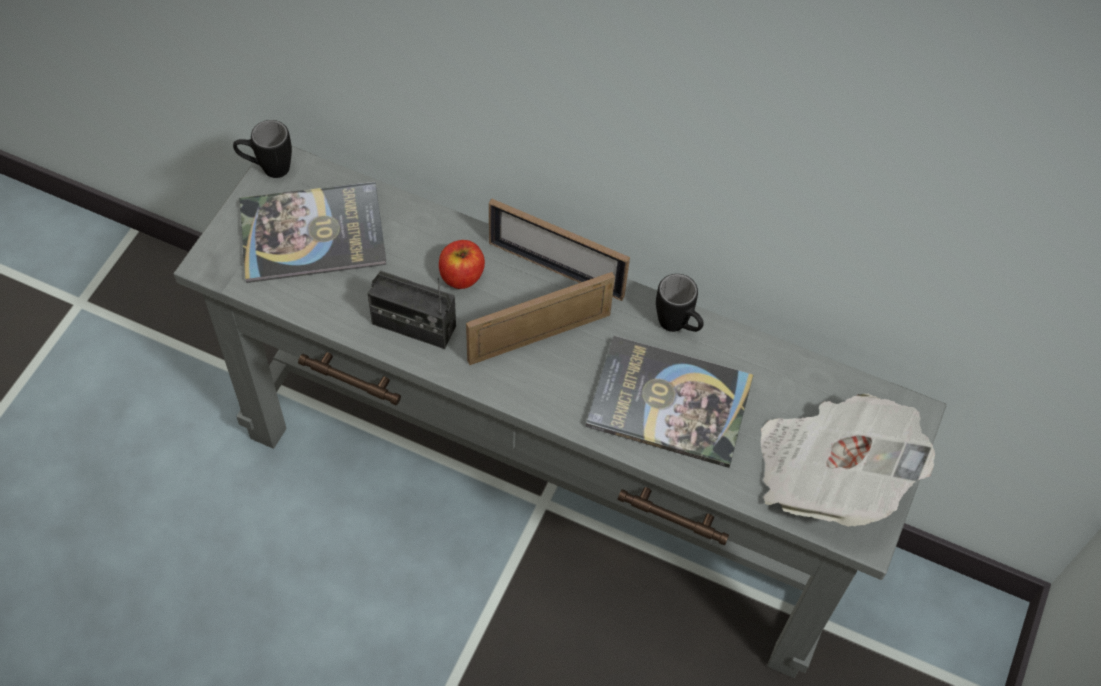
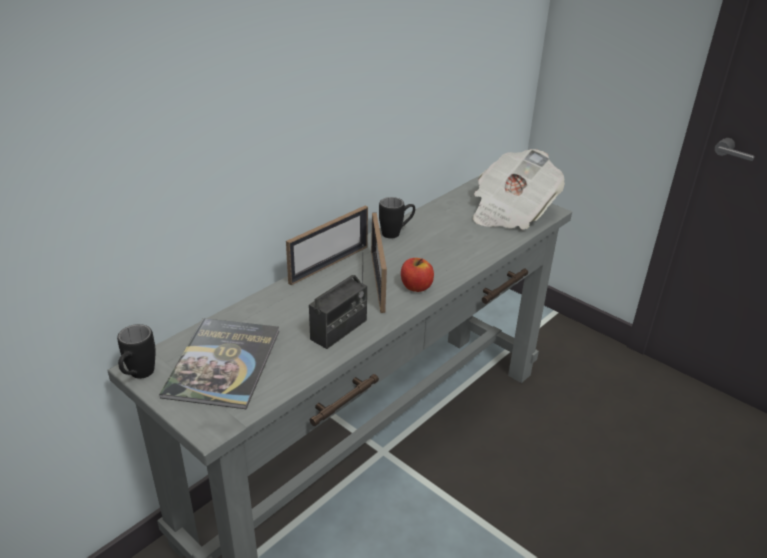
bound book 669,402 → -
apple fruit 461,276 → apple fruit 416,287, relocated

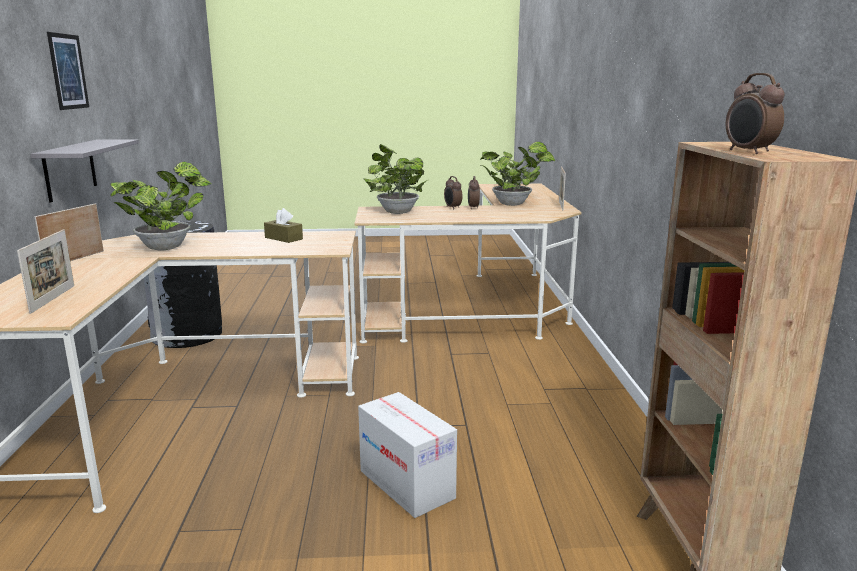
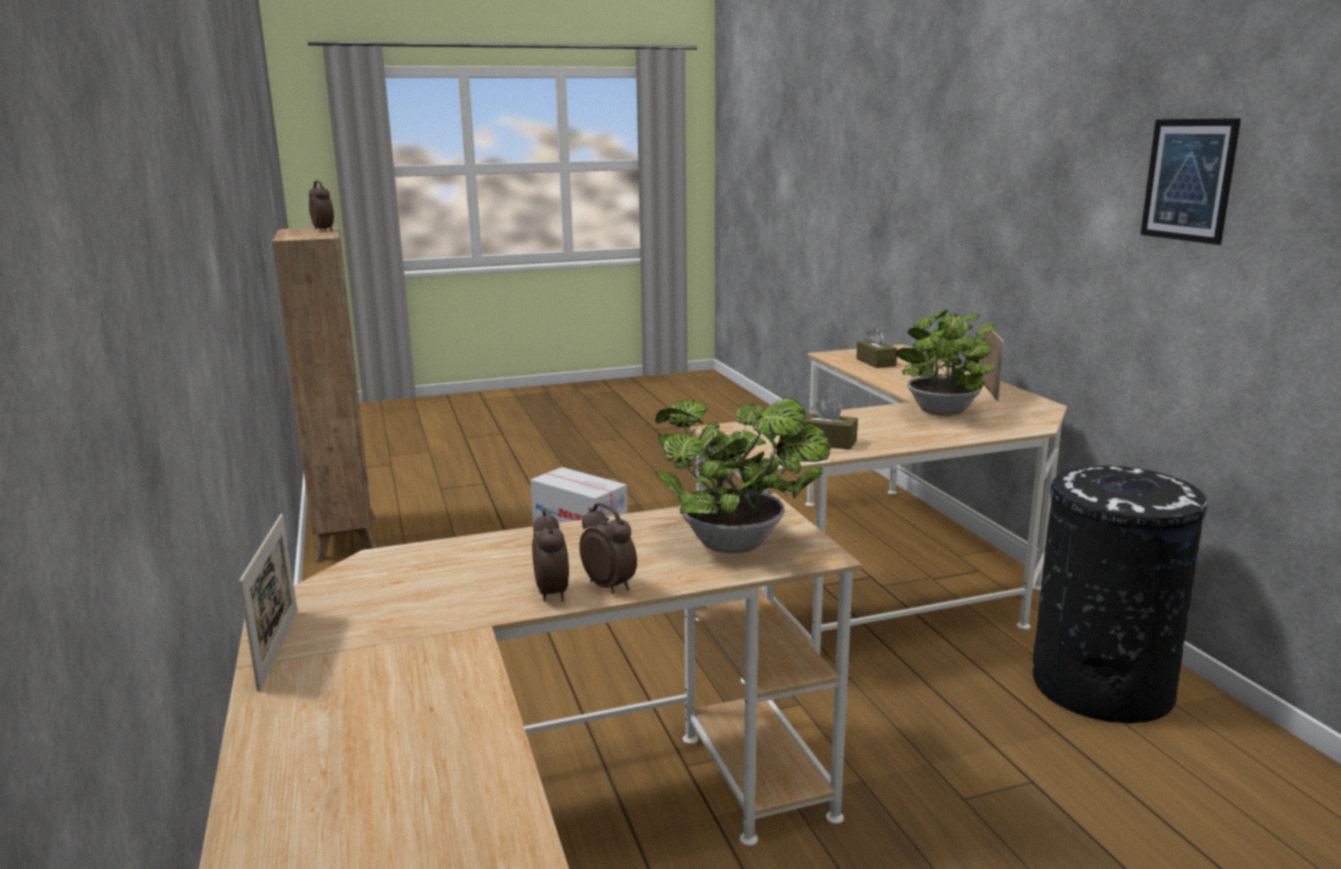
greyish shelf 70,169 → -
houseplant 514,204 → -
photo frame 53,299 → brown-coloured tissue holder 876,362

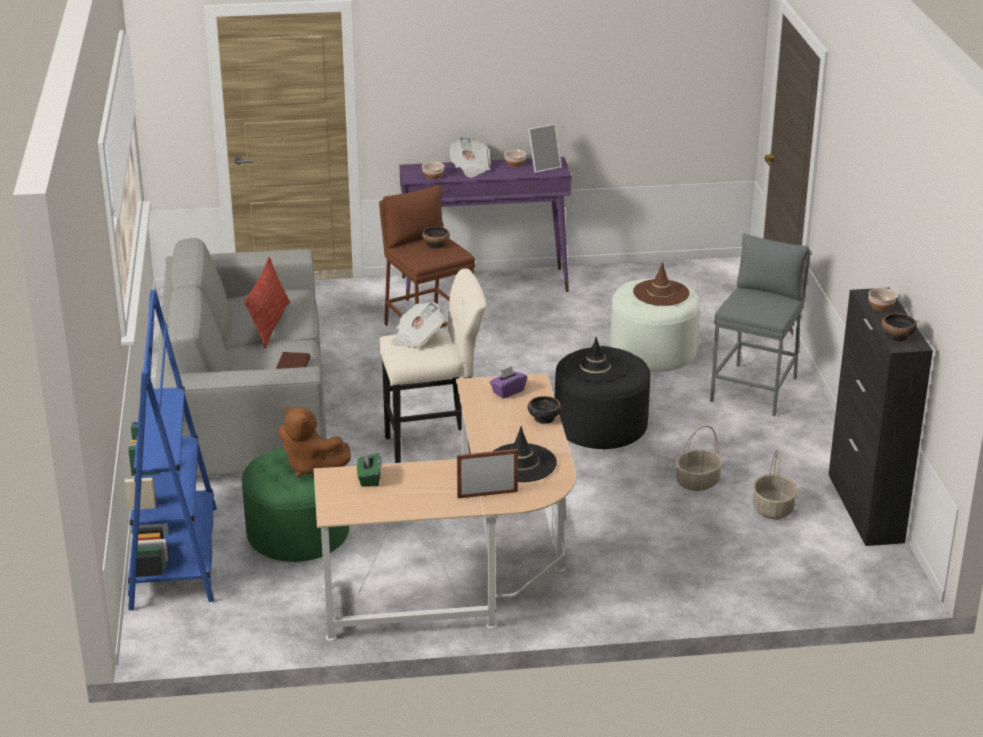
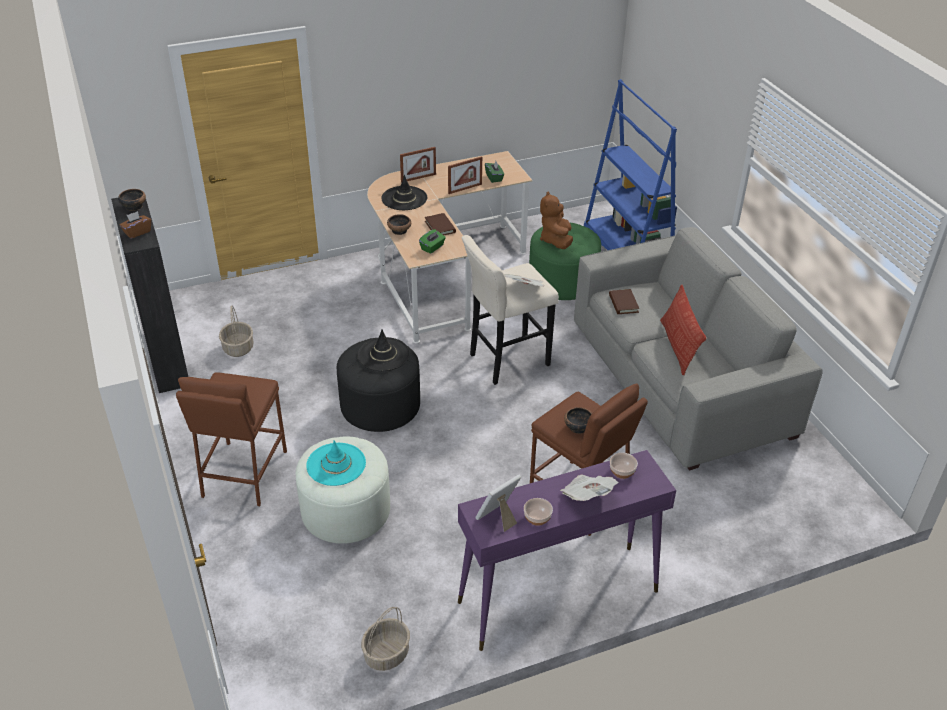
- → brown-coloured bound book 440,227
- → photo frame 465,189
household basket 697,482 → household basket 386,653, relocated
bowl 881,306 → brown-coloured tissue holder 137,232
purplish tissue holder 508,391 → greenish tissue holder 432,247
brown-coloured wearable hat 661,293 → blue-green wearable hat 336,464
greyish sitting stool 755,389 → brown-coloured sitting stool 243,473
brown-coloured soft toy 311,466 → brown-coloured soft toy 556,240, 105 degrees counterclockwise

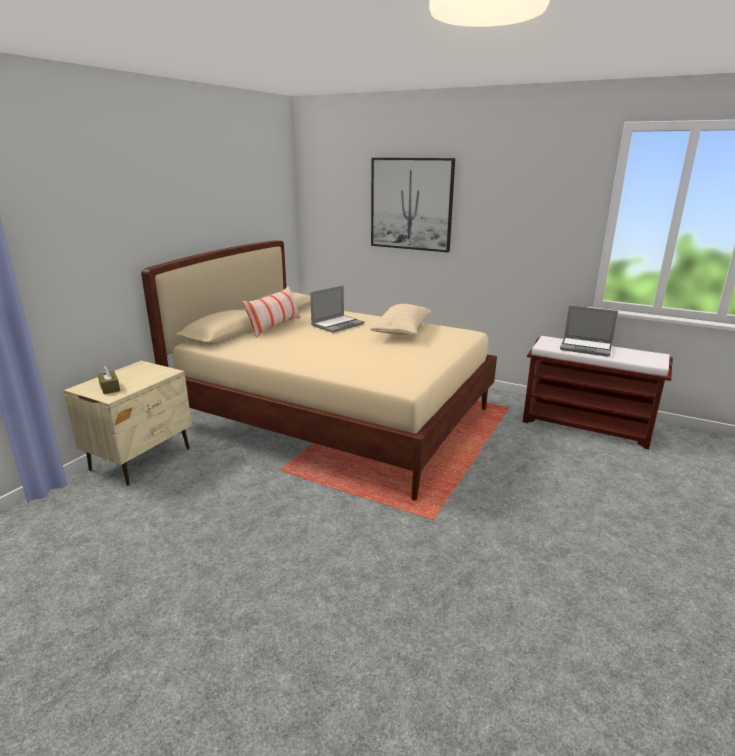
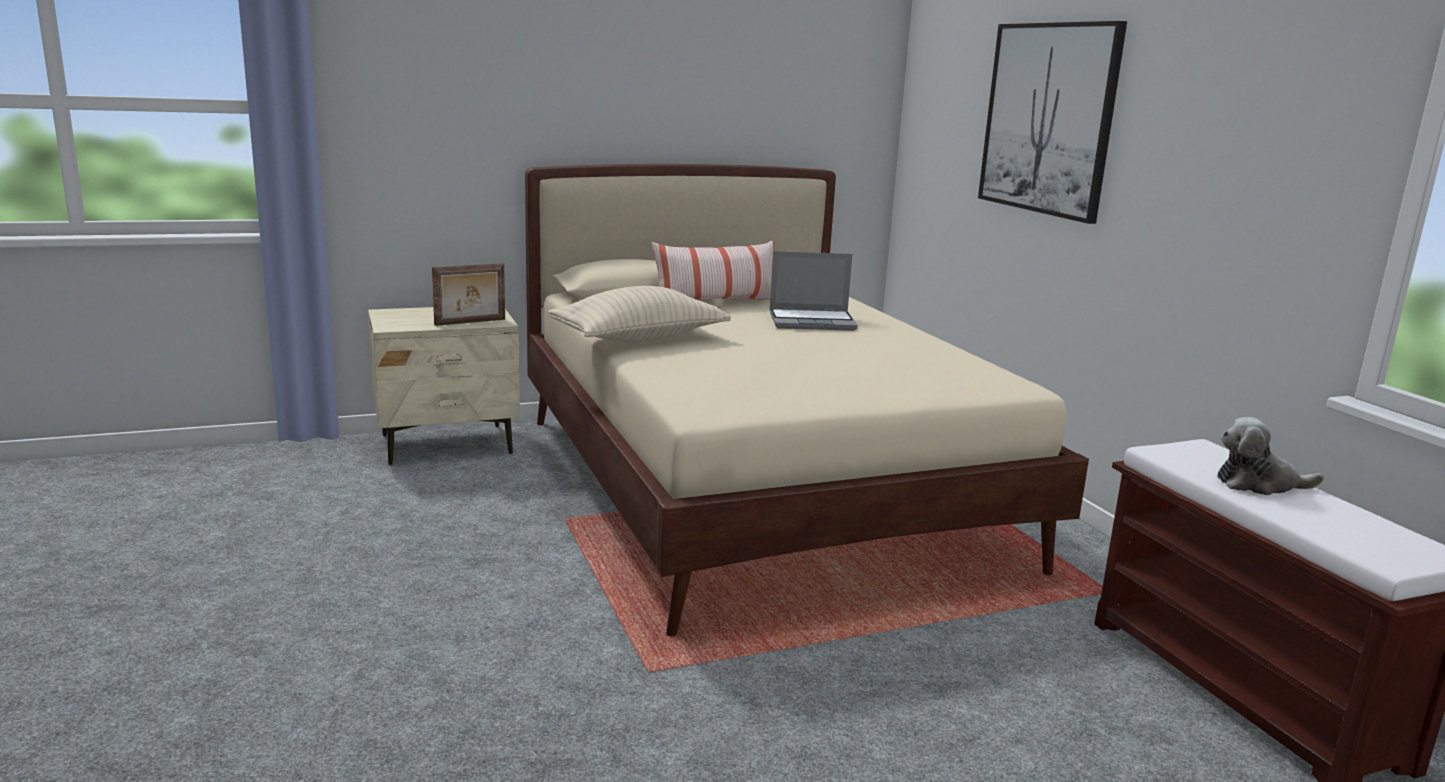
brown-coloured tissue holder 109,388 → -
- → photo frame 470,322
beige pillow 401,331 → beige pillow 639,339, relocated
laptop 586,348 → soft toy 1259,484

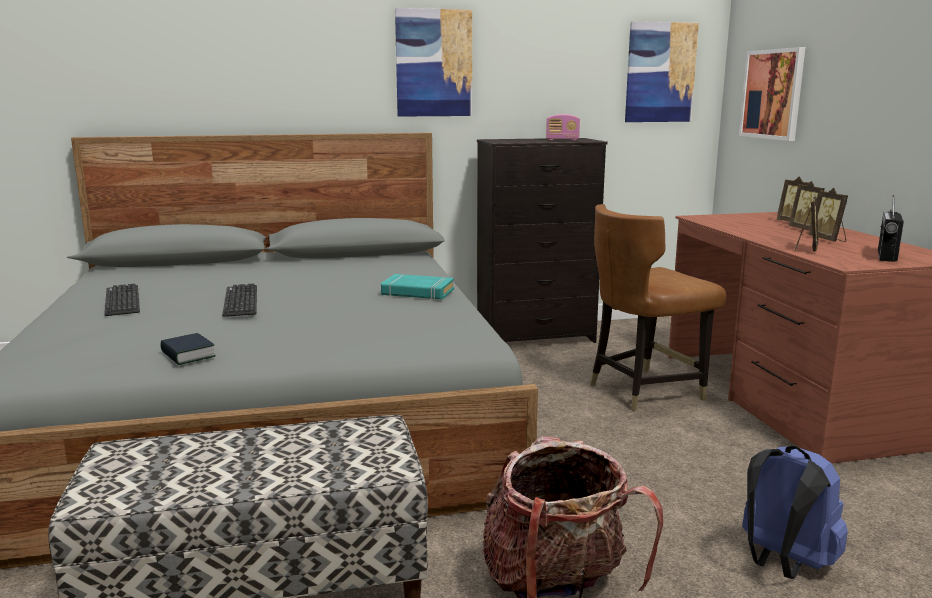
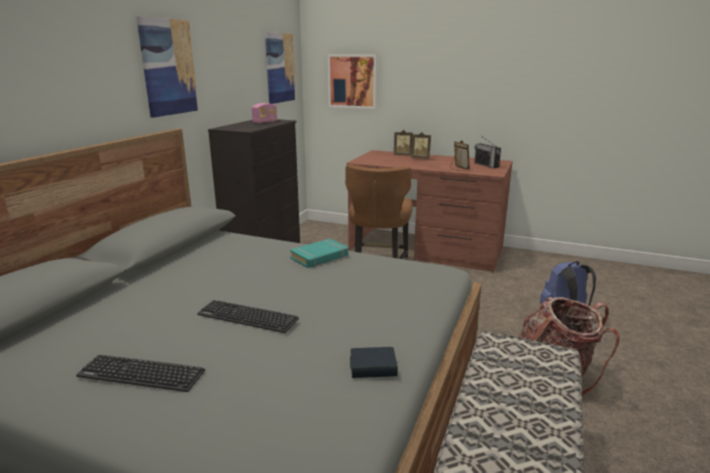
photo frame 828,240 → -

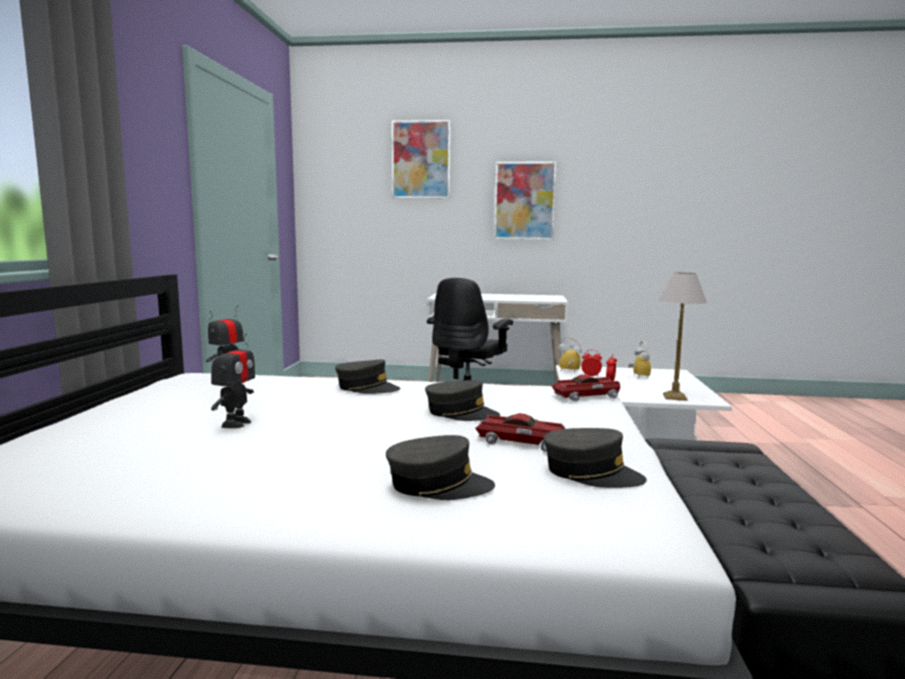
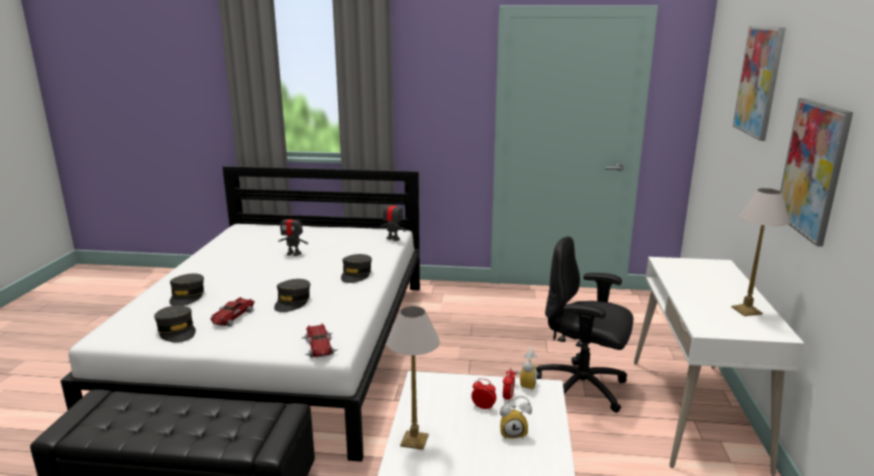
- → table lamp 746,310
greyish peaked cap 591,473 → greyish peaked cap 177,331, 60 degrees counterclockwise

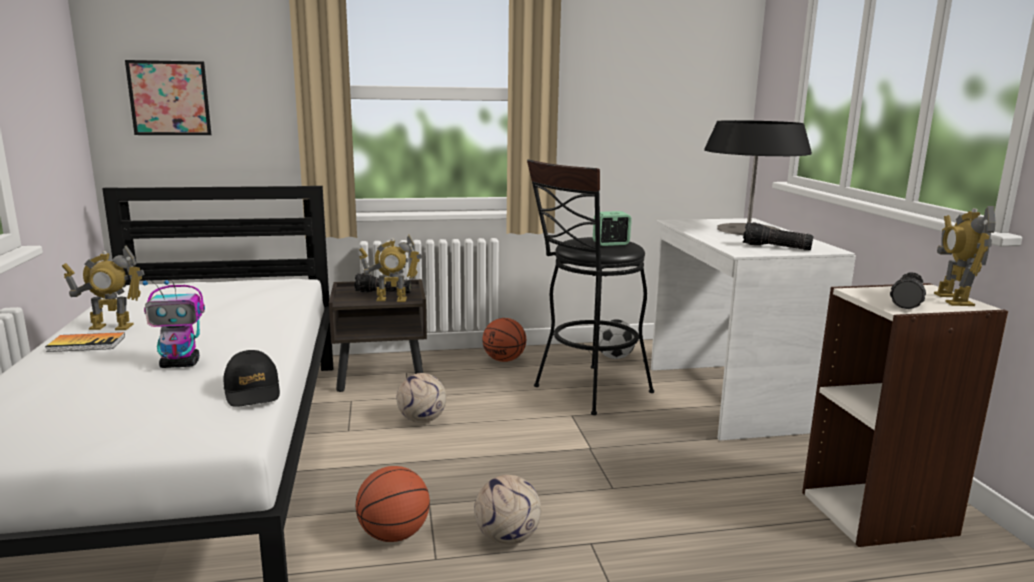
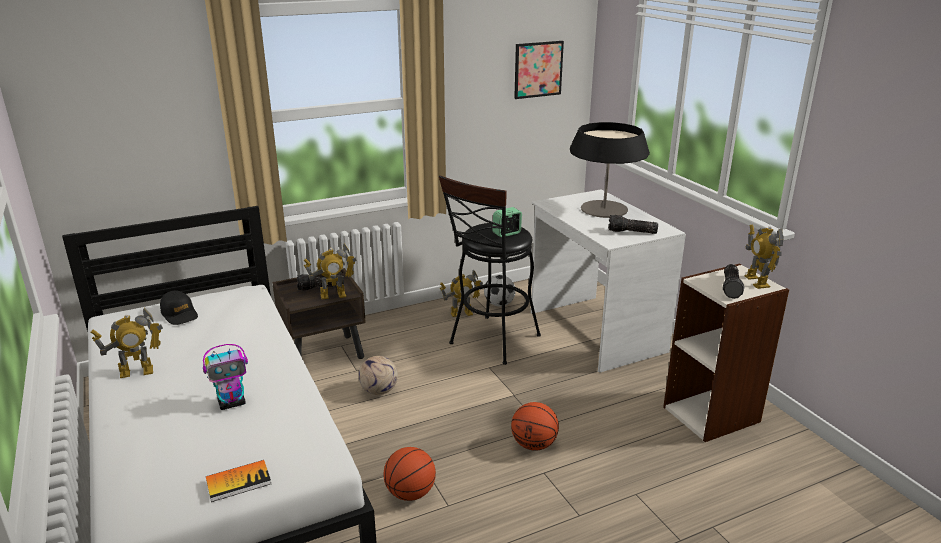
ball for football 507,537 → -
- → robot figure 461,313
bound book 86,344 → bound book 238,482, relocated
picture 169,98 → picture 538,69, relocated
black peaked cap 252,391 → black peaked cap 179,314, relocated
basketball 504,360 → basketball 534,444, relocated

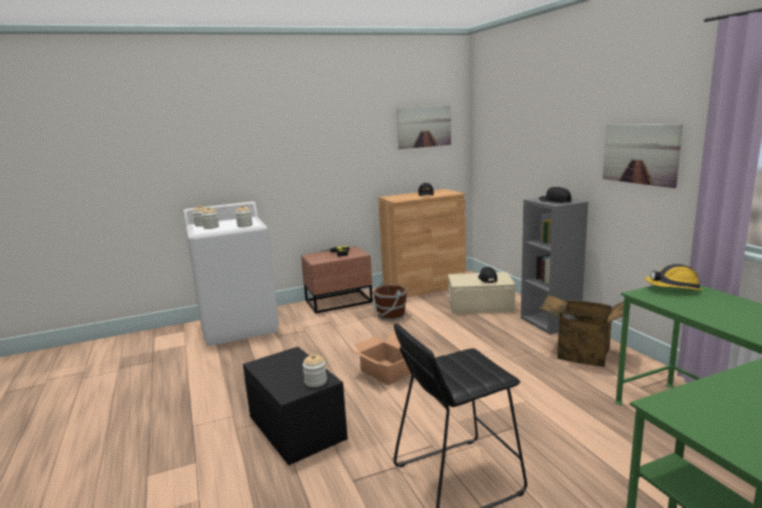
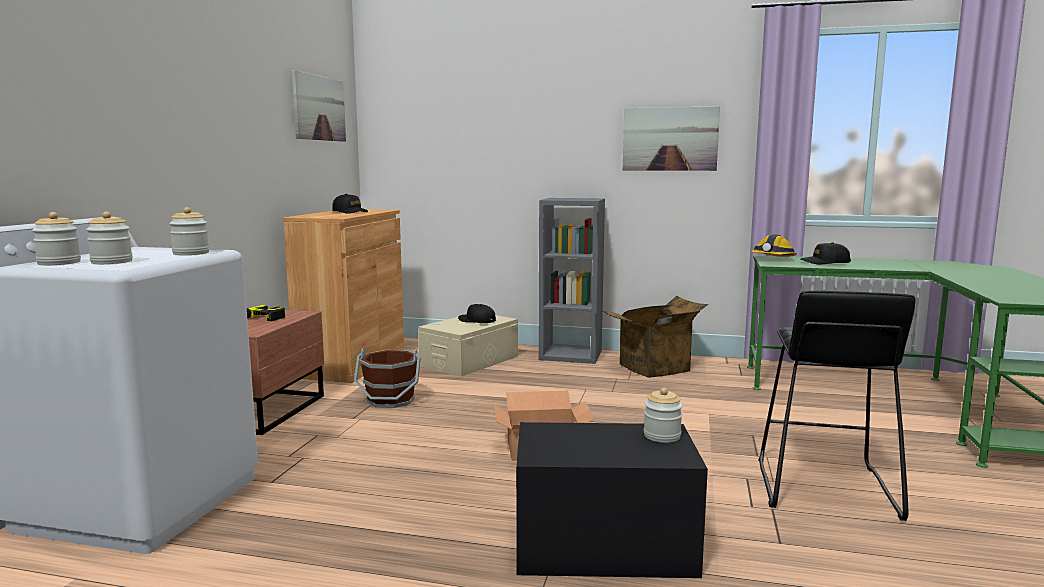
black peaked cap 554,201 → black peaked cap 825,262, relocated

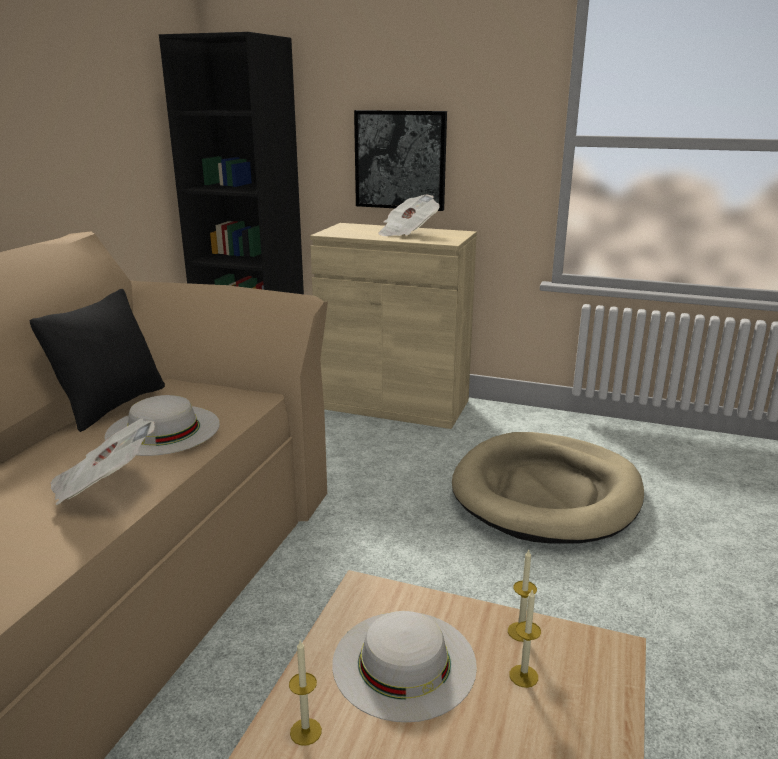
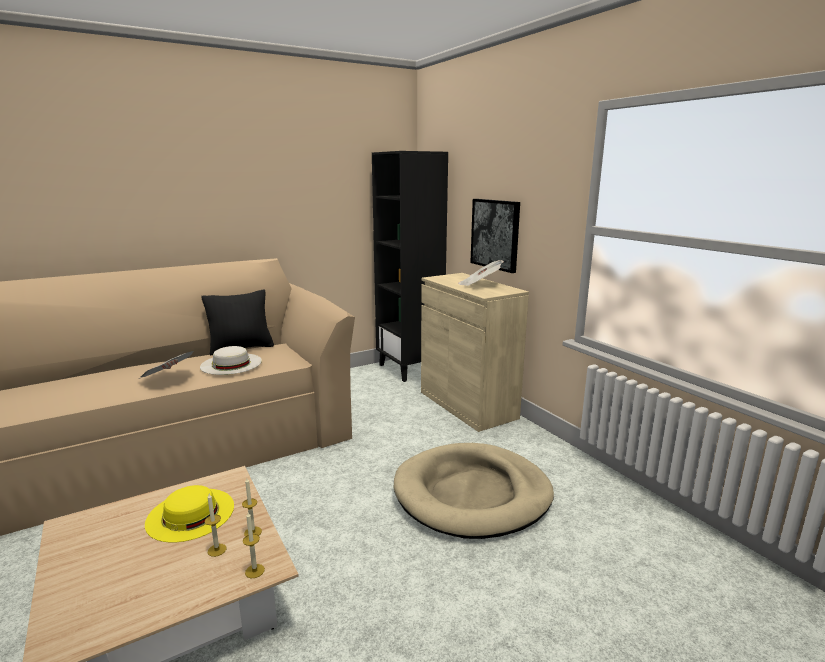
candle 305,731 → candle 254,571, relocated
white wearable hat 404,662 → yellowish wearable hat 190,514

